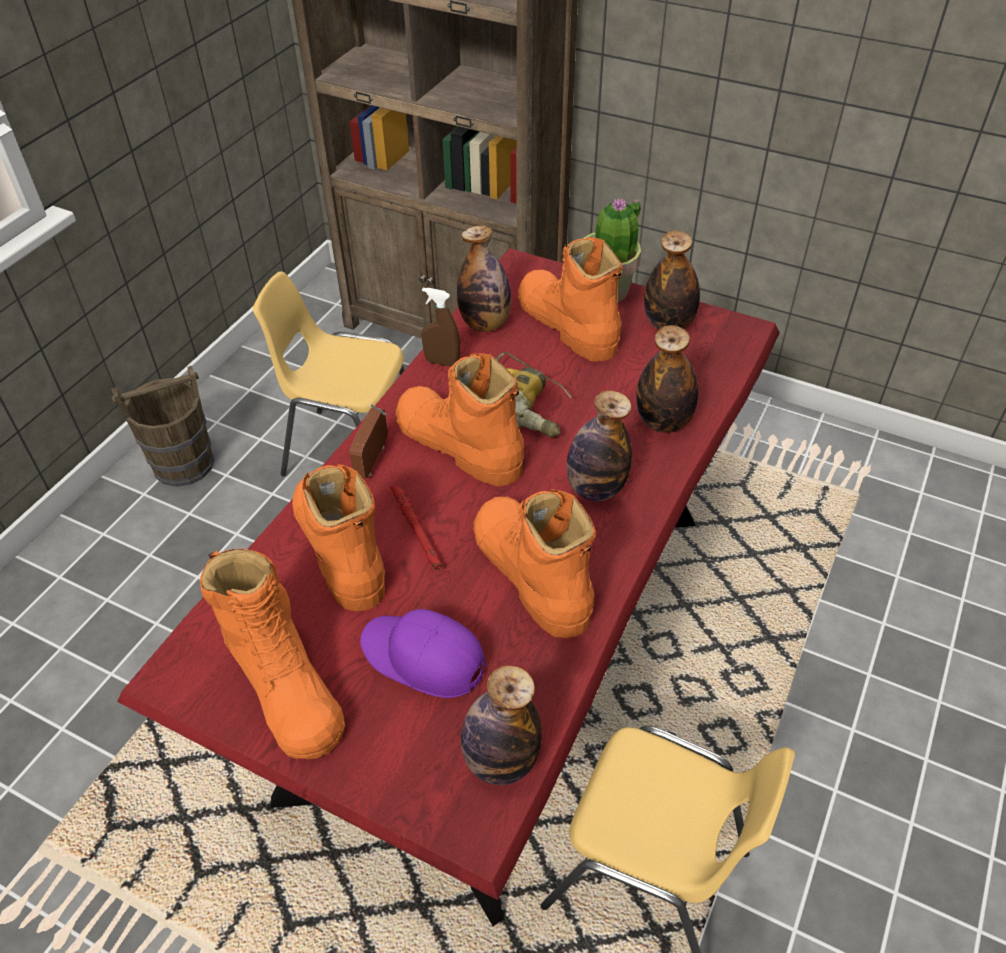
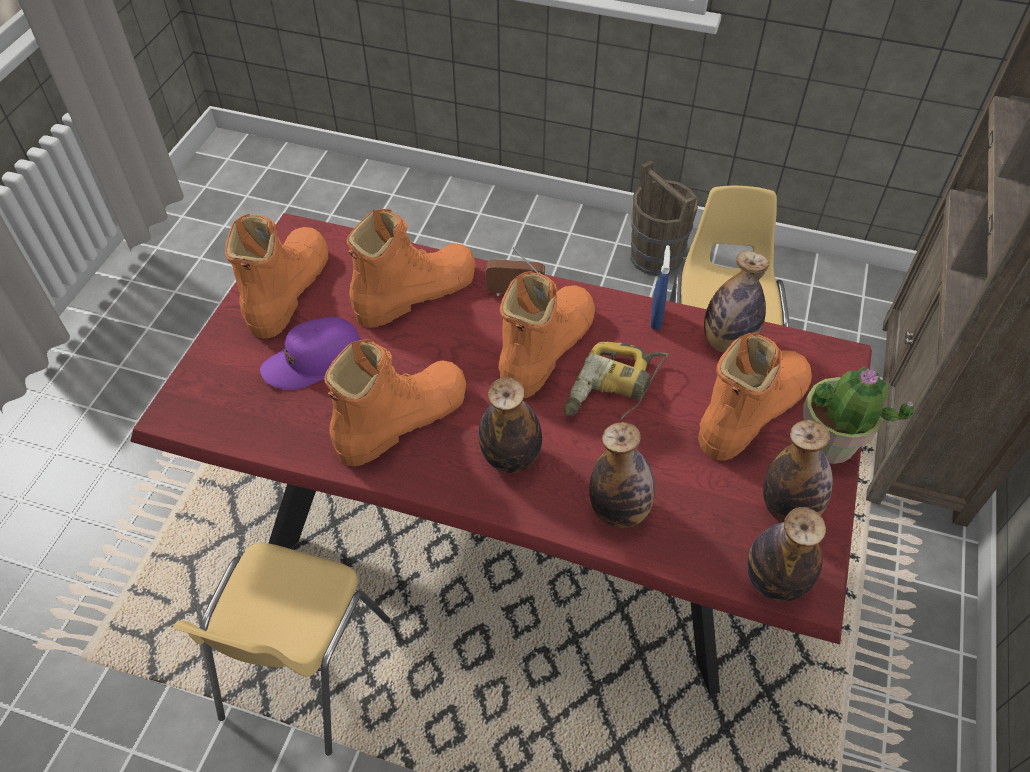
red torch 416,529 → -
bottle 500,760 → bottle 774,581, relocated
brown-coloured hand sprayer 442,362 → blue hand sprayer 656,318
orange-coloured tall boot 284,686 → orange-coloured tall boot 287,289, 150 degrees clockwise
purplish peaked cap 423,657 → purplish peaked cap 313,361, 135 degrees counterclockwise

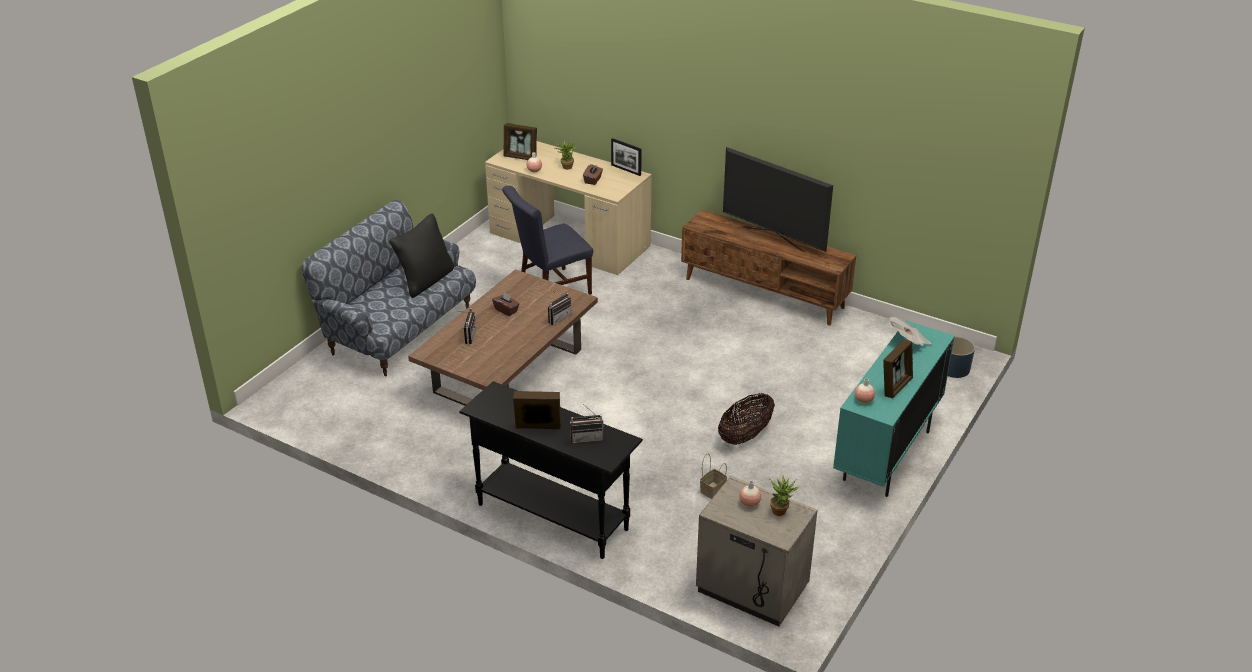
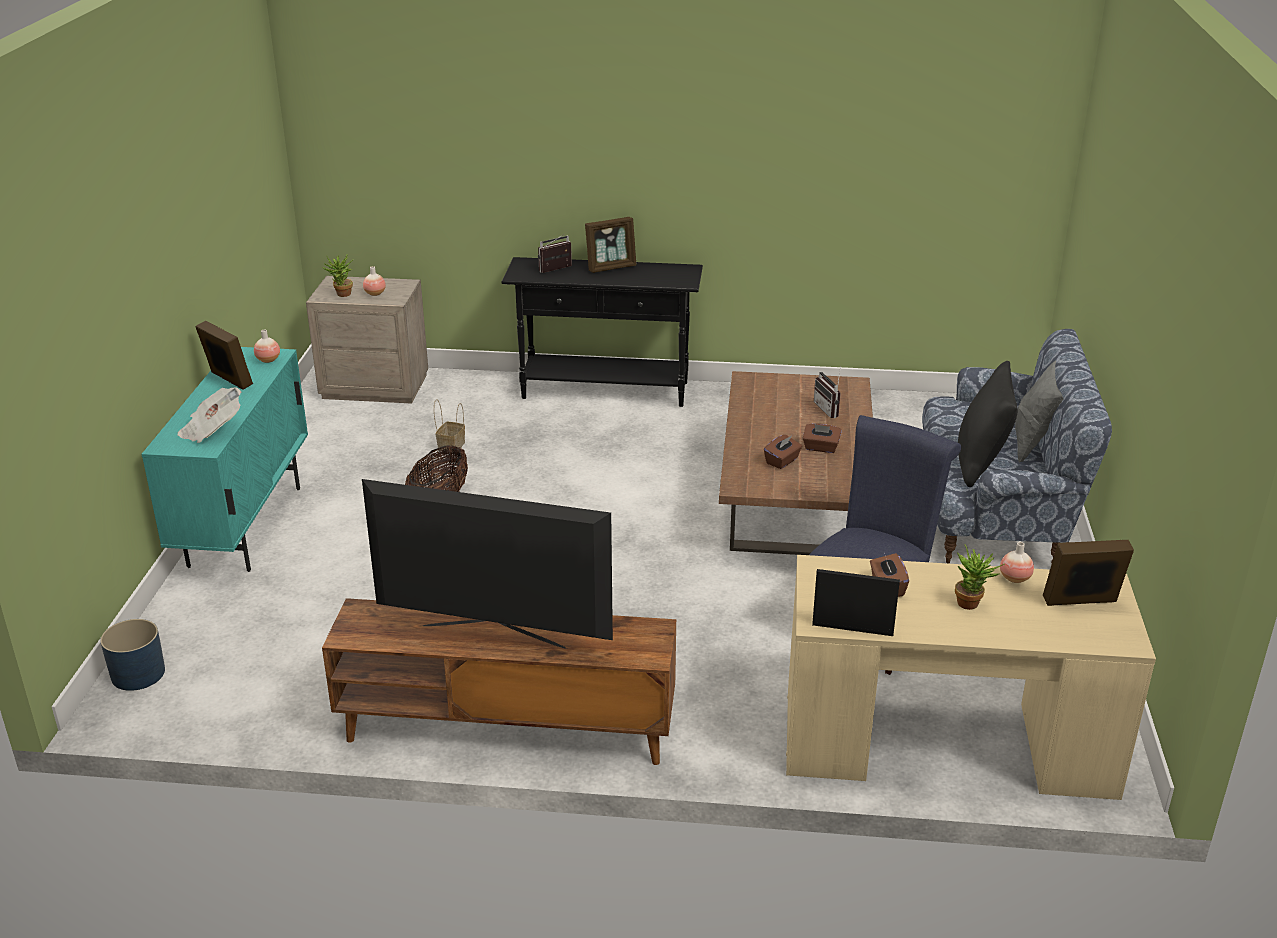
radio 558,317 → -
- → brown-coloured tissue holder 782,461
- → greyish pillow 1032,444
photo frame 895,386 → photo frame 228,380, 120 degrees clockwise

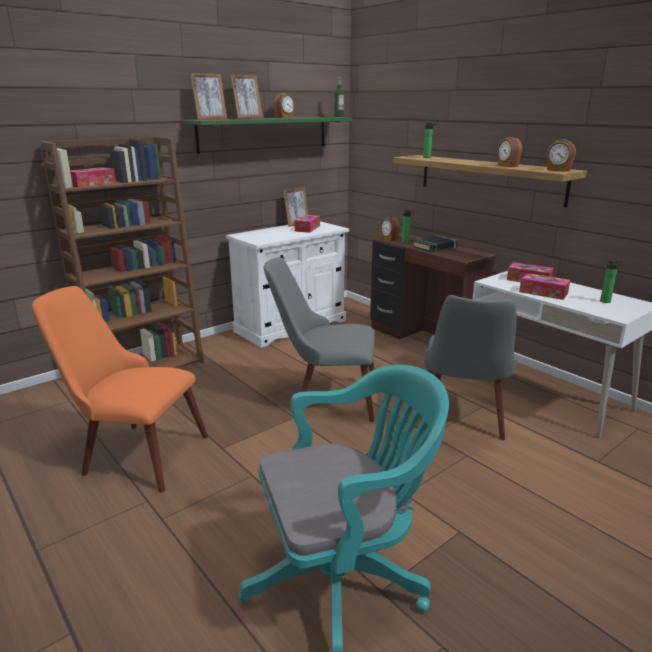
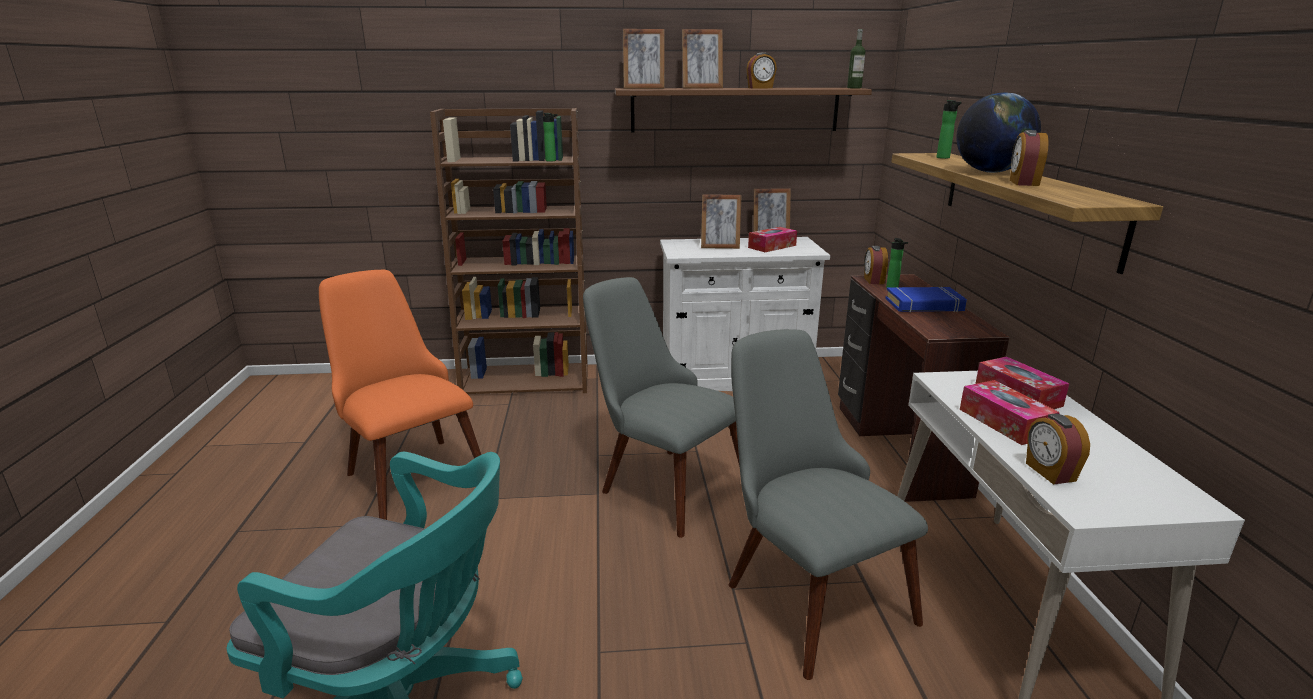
tissue holder 91,184 → -
- → photo frame 720,247
- → world globe 990,172
bedside clock 558,170 → bedside clock 1049,472, relocated
bottle 606,301 → bottle 552,161, relocated
greenish shelf 264,134 → brown-coloured shelf 735,110
black bound book 435,247 → blue bound book 924,305
greyish upright chair 462,421 → greyish upright chair 804,589, 105 degrees clockwise

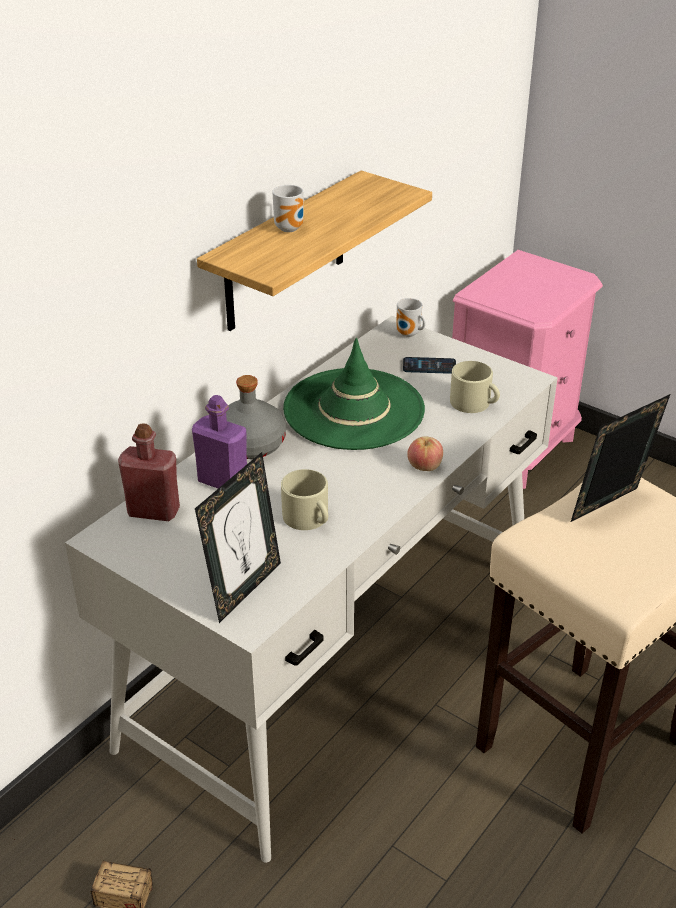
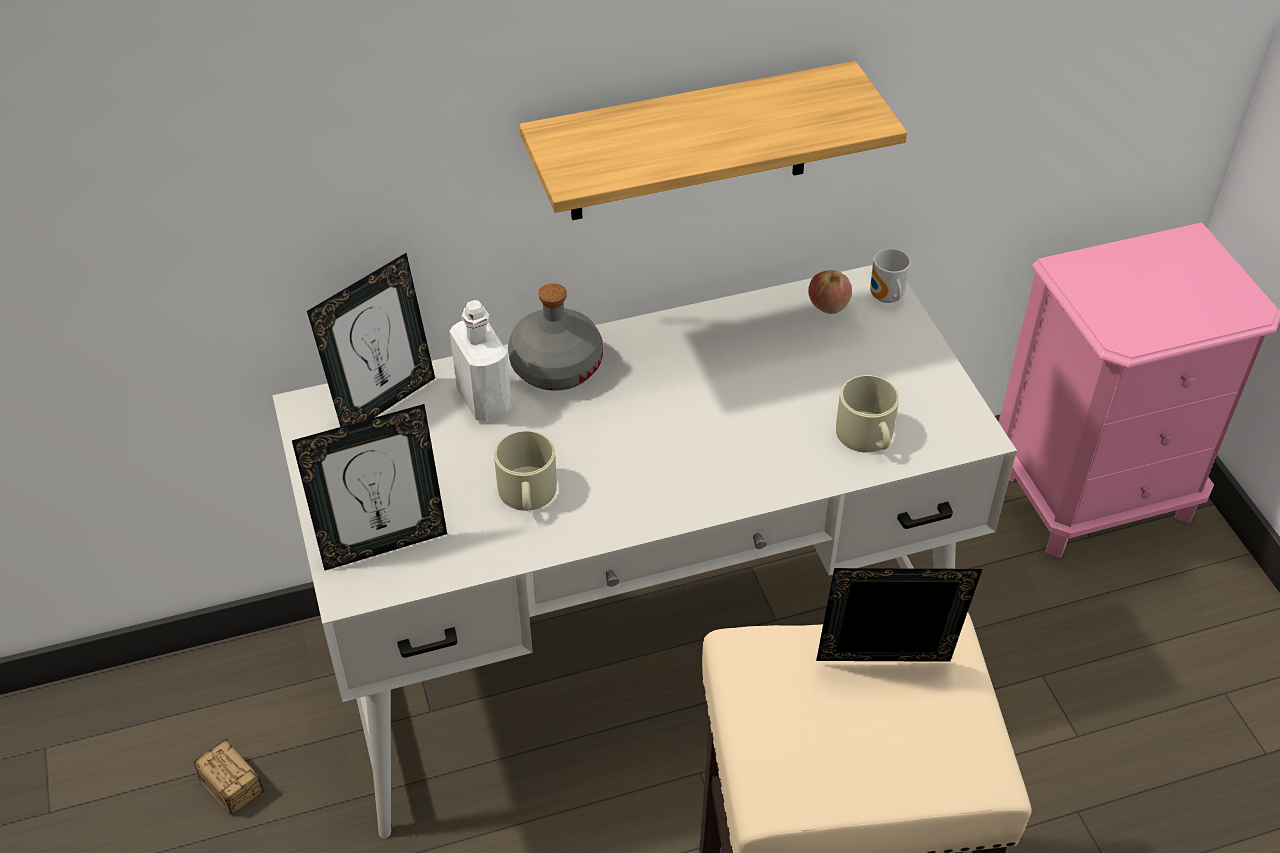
tea mug 291,228 → -
greenish wearable hat 354,409 → -
phone 429,366 → -
apple fruit 424,466 → apple fruit 828,306, relocated
red bottle 153,511 → photo frame 384,402
purplish bottle 223,481 → white bottle 484,400

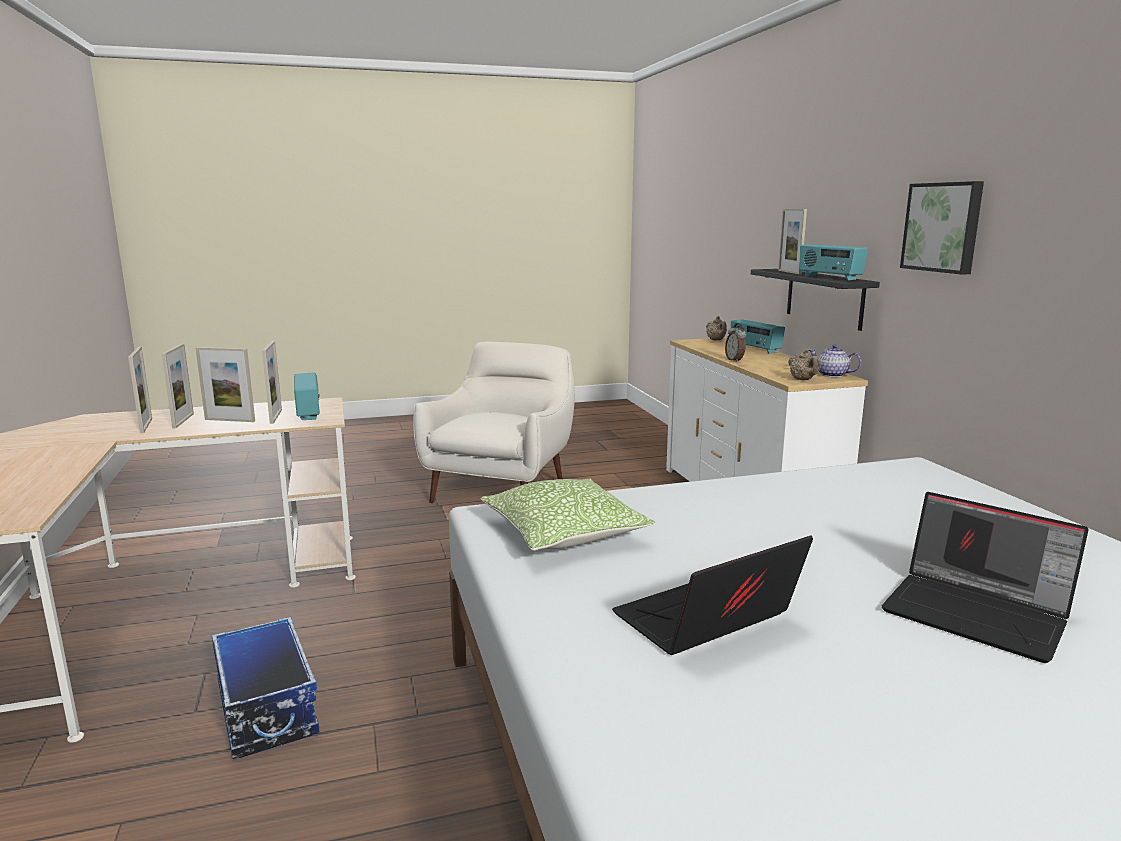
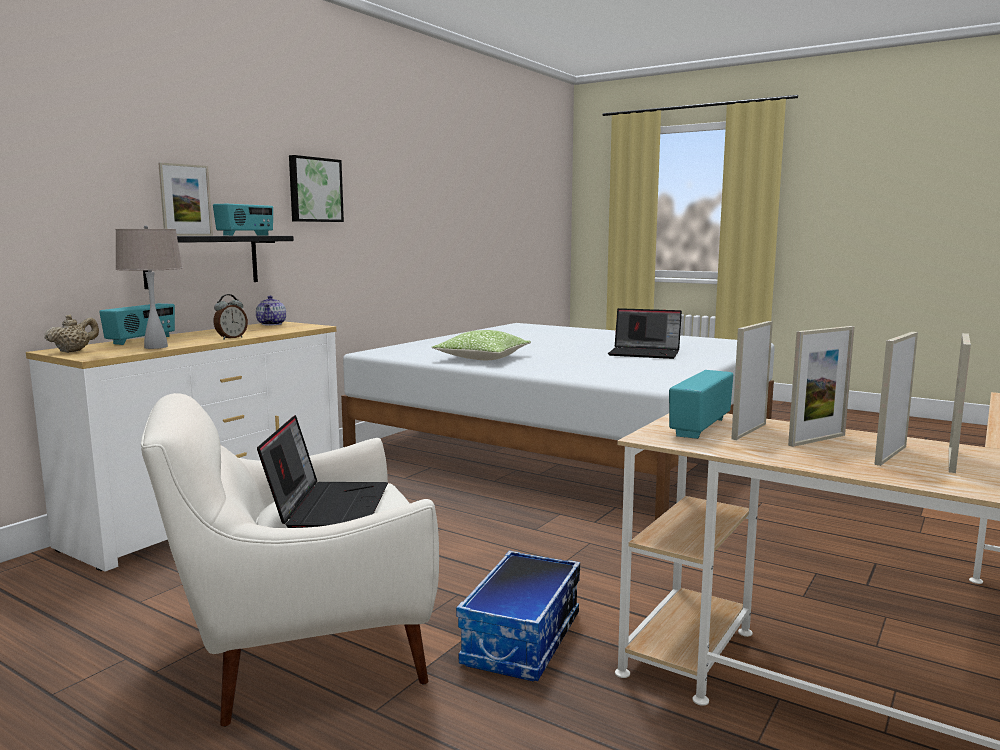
beige pot for tea 802,380 → -
- → beige table lamp 156,347
storage bin 265,709 → storage bin 523,640, relocated
pillow 564,533 → pillow 482,358, relocated
laptop 978,613 → laptop 328,505, relocated
photo frame 230,420 → photo frame 817,440, 90 degrees clockwise

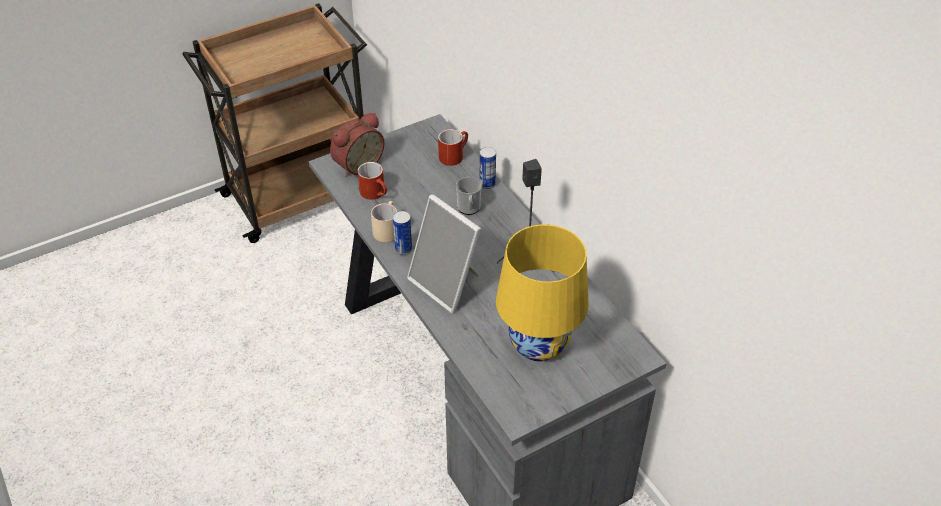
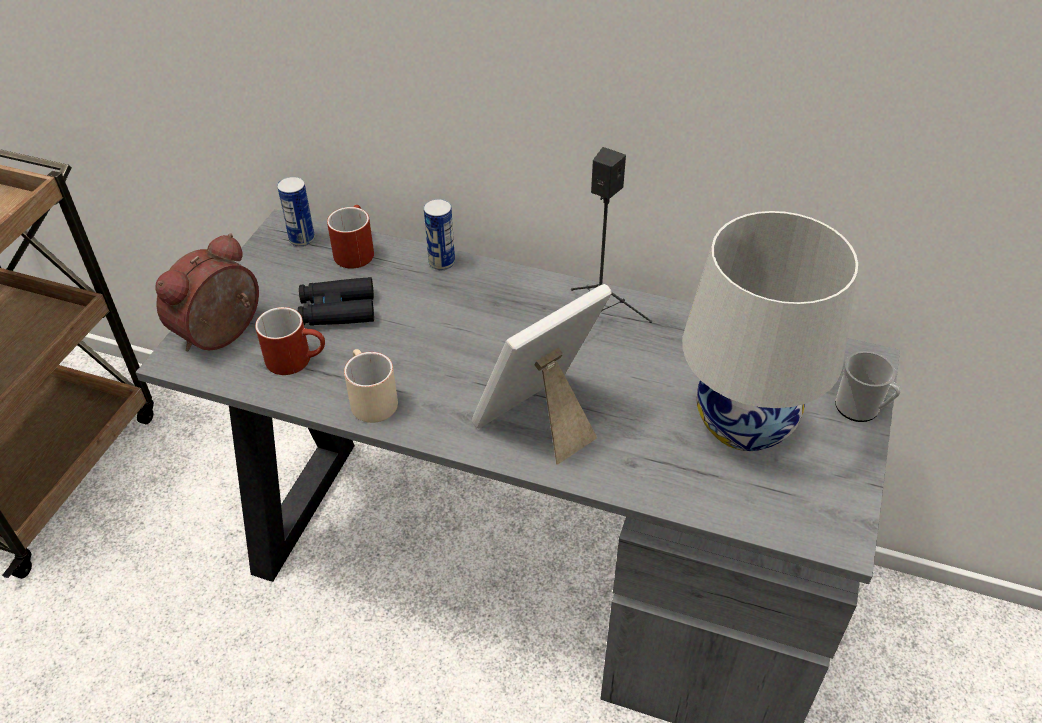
- → black field glasses 337,310
can 403,249 → can 302,239, relocated
tea mug 469,209 → tea mug 861,409, relocated
yellowish table lamp 539,344 → white table lamp 745,422
bedside clock 357,164 → bedside clock 223,335, 150 degrees counterclockwise
photo frame 447,284 → photo frame 542,421, 135 degrees clockwise

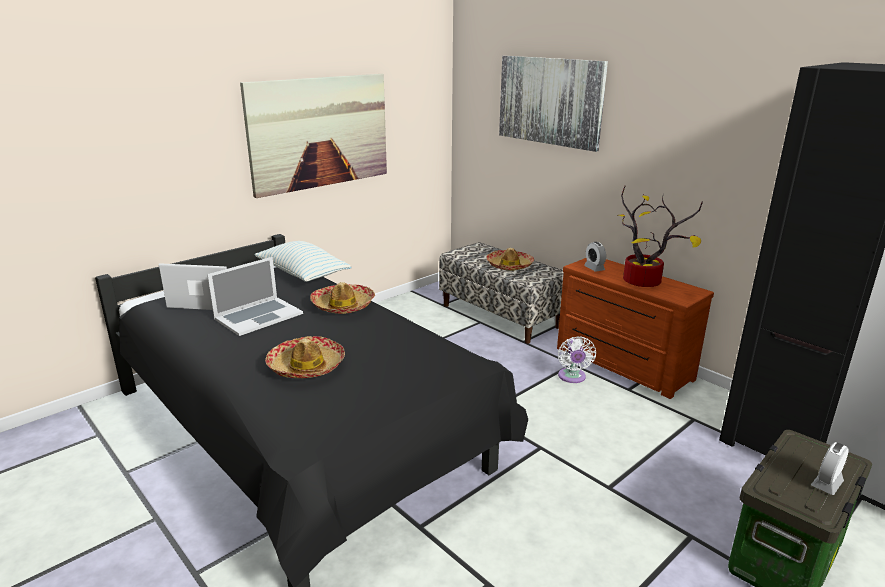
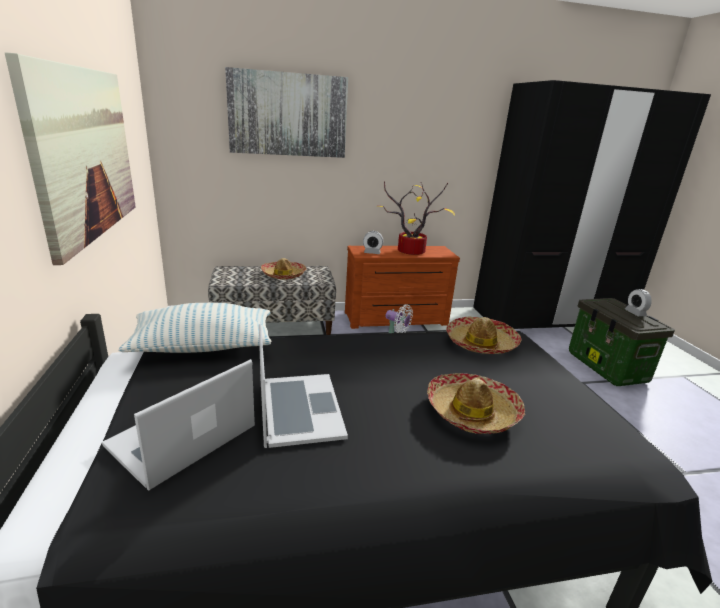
wearable hat 343,306 → wearable hat 481,343, relocated

